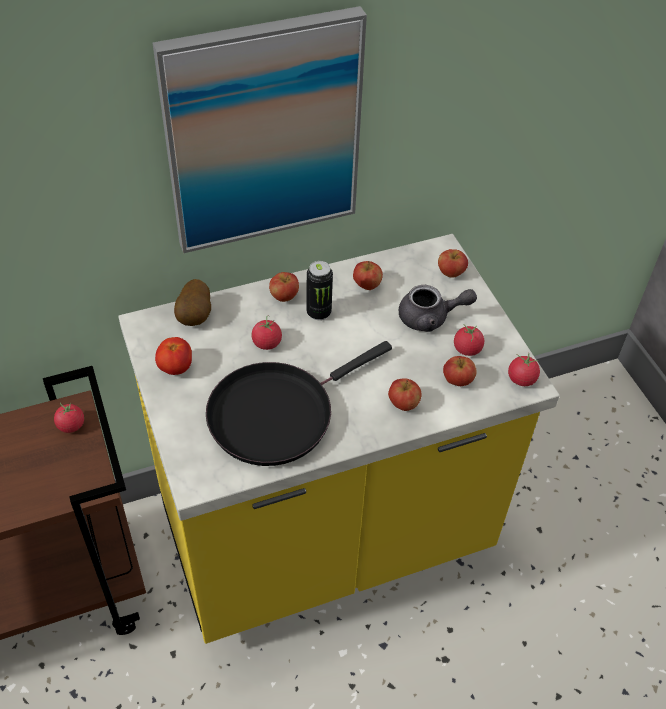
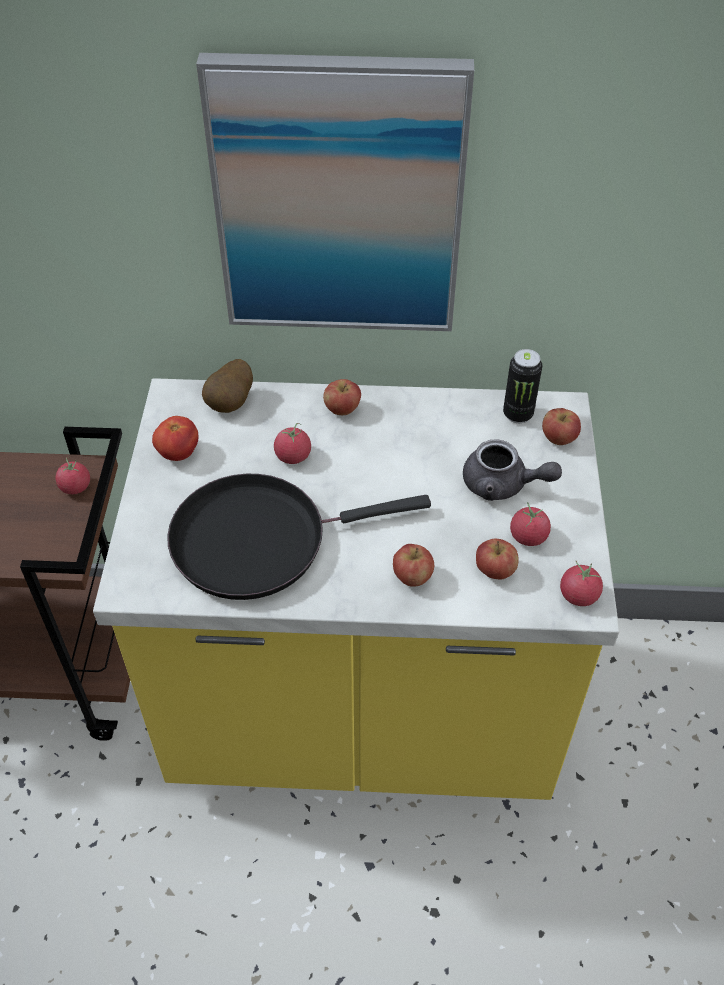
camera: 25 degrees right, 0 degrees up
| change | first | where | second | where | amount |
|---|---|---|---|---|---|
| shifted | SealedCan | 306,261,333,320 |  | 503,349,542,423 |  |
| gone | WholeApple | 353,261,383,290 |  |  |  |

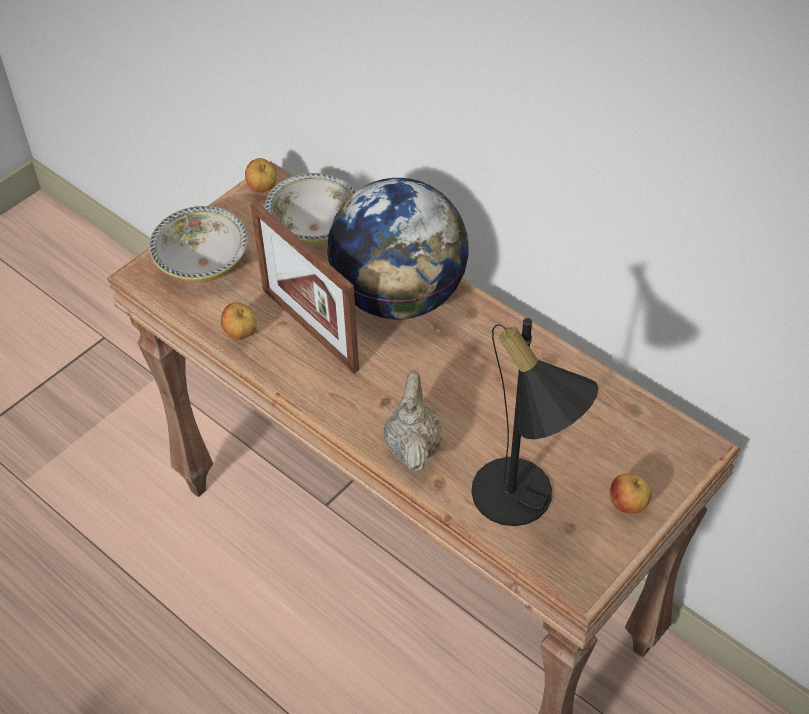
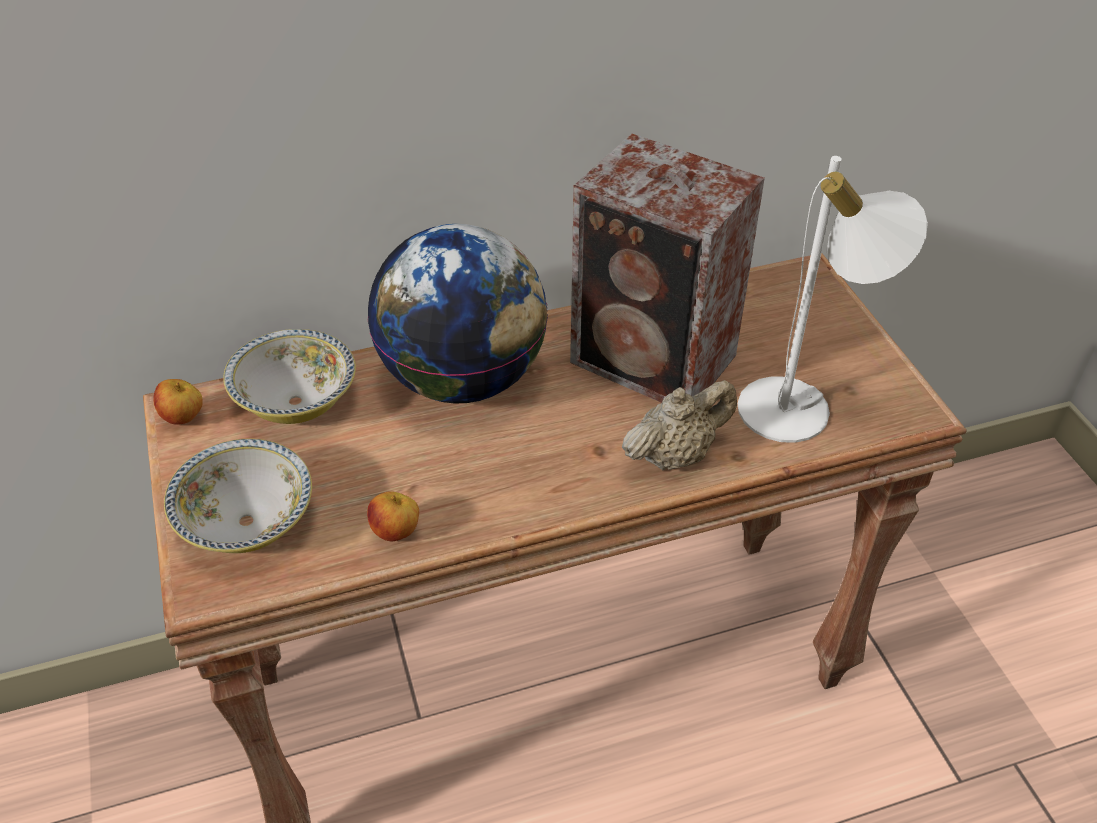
camera: 60 degrees left, 5 degrees down
| change | first | where | second | where | amount |
|---|---|---|---|---|---|
| new |  |  | Speaker | 570,133,765,403 |  |
| rotated | BeigeTeapot | 384,371,442,472 |  | 622,380,737,470 | 120 degrees clockwise |
| repainted | BlackLampForATable | 471,318,598,526 | WhiteColouredLampForATable | 738,156,928,443 |  |
| gone | StandingFrame | 250,201,359,374 |  |  |  |
| gone | WholeApple | 610,473,652,513 |  |  |  |

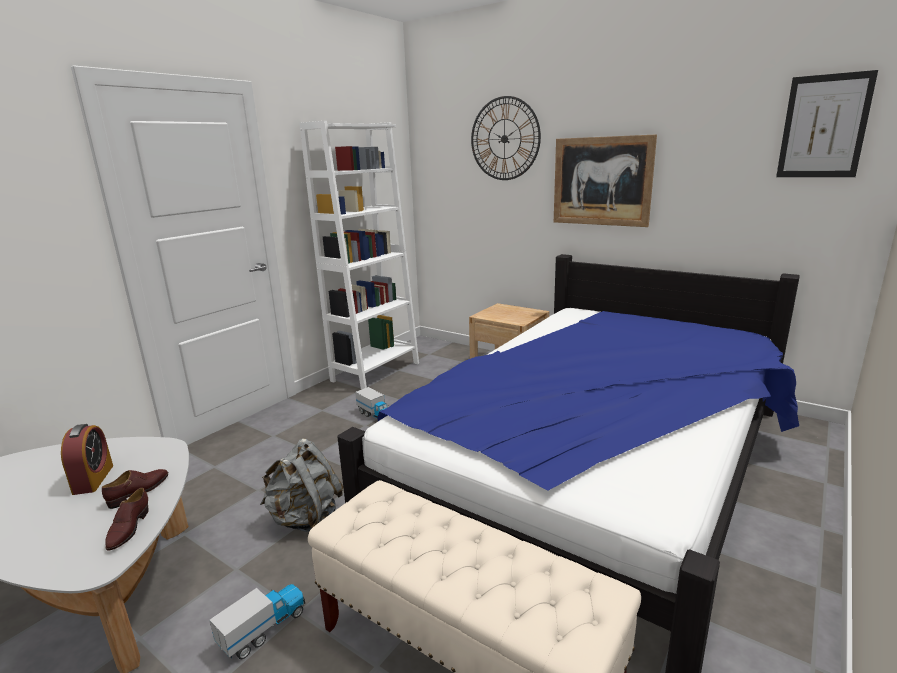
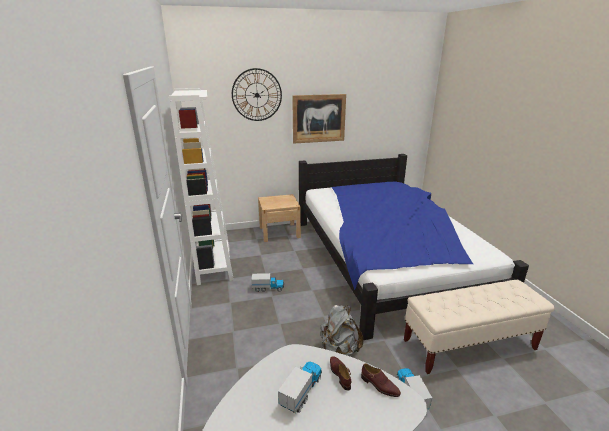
camera: 50 degrees left, 5 degrees up
| change | first | where | second | where | amount |
|---|---|---|---|---|---|
| swapped | AlarmClock | 61,424,113,495 | ToyTruck | 278,362,322,413 |  |
| gone | WallArt | 776,70,878,177 |  |  |  |

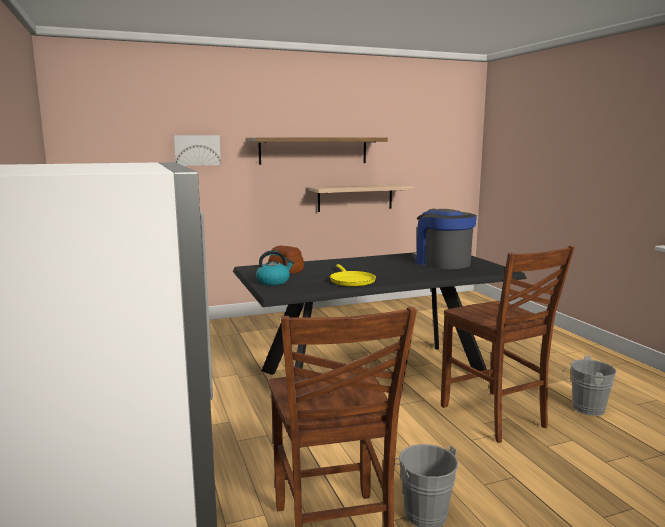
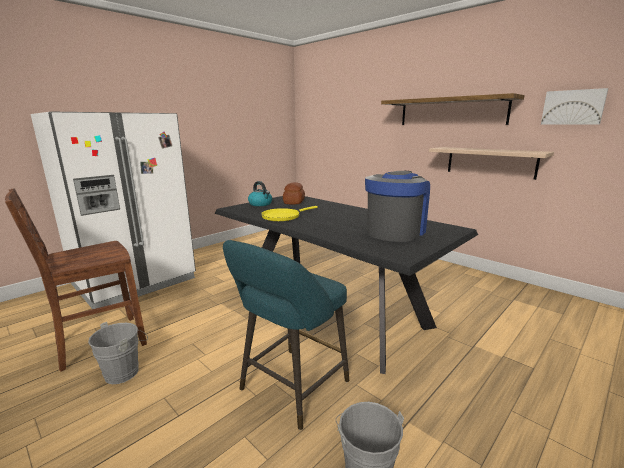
camera: 65 degrees right, 5 degrees up
| change | first | where | second | where | amount |
|---|---|---|---|---|---|
| swapped | BrownishChair | 441,246,575,443 | TurquoiseStool | 223,240,349,430 |  |
| shifted | WallArt | 174,135,221,166 |  | 541,88,608,125 |  |

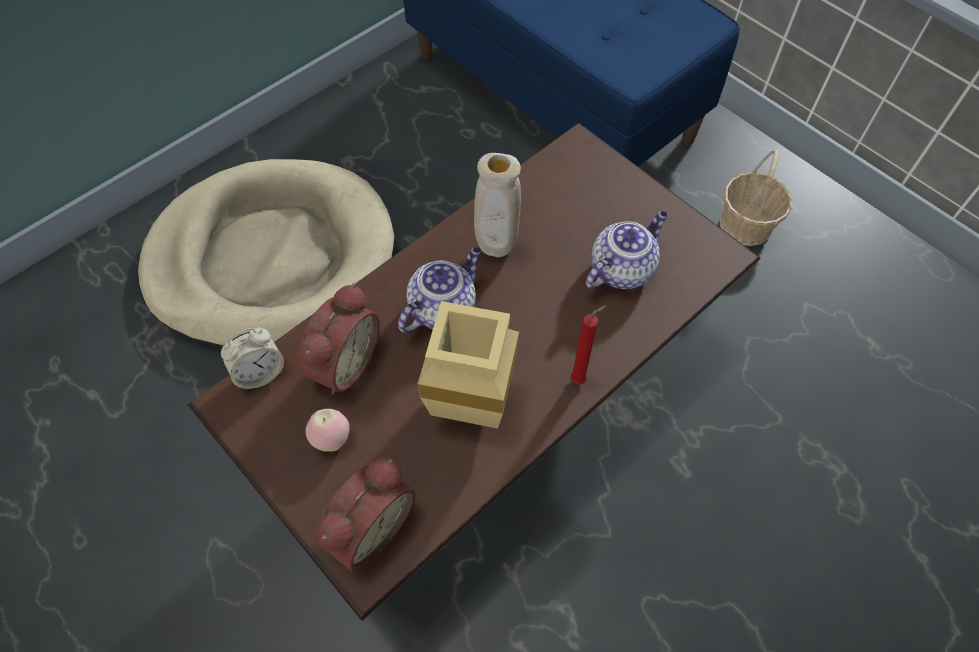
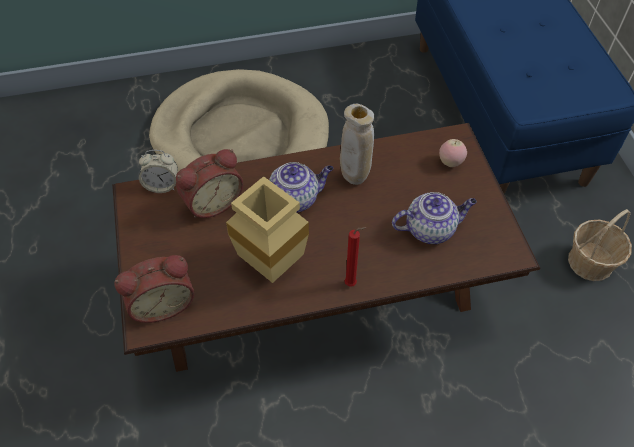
camera: 30 degrees right, 5 degrees down
| change | first | where | second | where | amount |
|---|---|---|---|---|---|
| shifted | WholeApple | 306,409,349,452 |  | 439,139,467,167 |  |

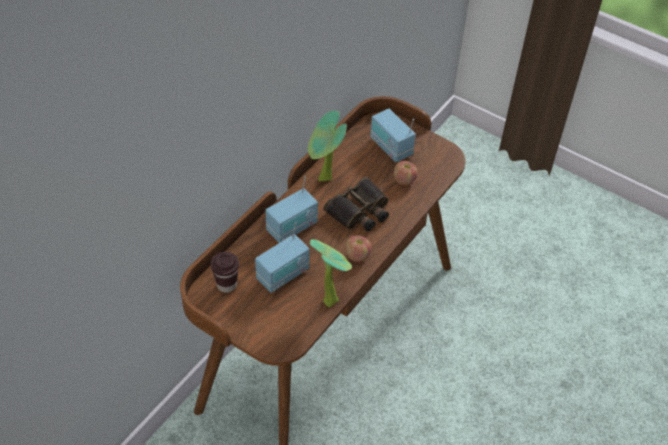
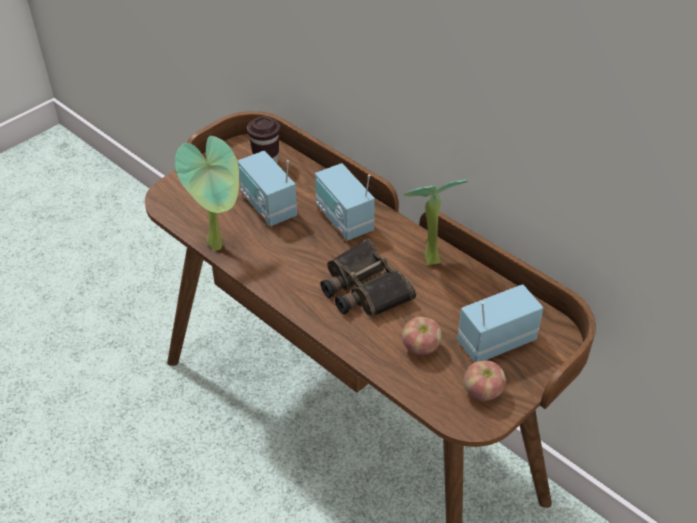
camera: 100 degrees right, 5 degrees down
| change | first | where | second | where | amount |
|---|---|---|---|---|---|
| shifted | WholeApple | 345,235,371,262 |  | 464,360,506,401 |  |

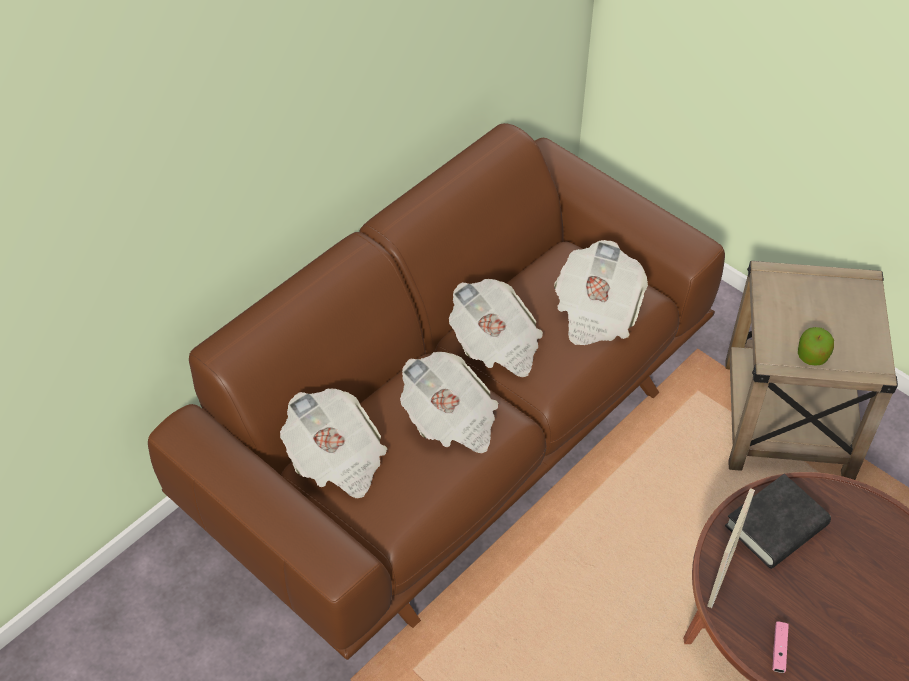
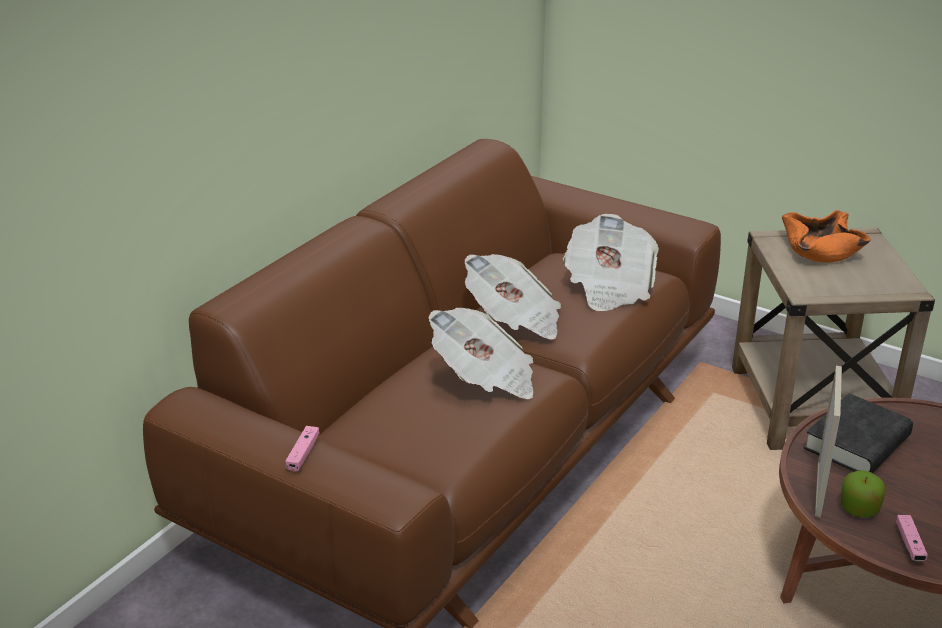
camera: 10 degrees left, 20 degrees down
| change | first | where | second | where | amount |
|---|---|---|---|---|---|
| new |  |  | PinkColouredGameController | 285,426,320,472 |  |
| new |  |  | OrangeBowl | 782,210,871,262 |  |
| shifted | WholeApple | 798,327,834,366 |  | 841,470,886,517 |  |
| gone | Newspaper | 280,388,387,499 |  |  |  |

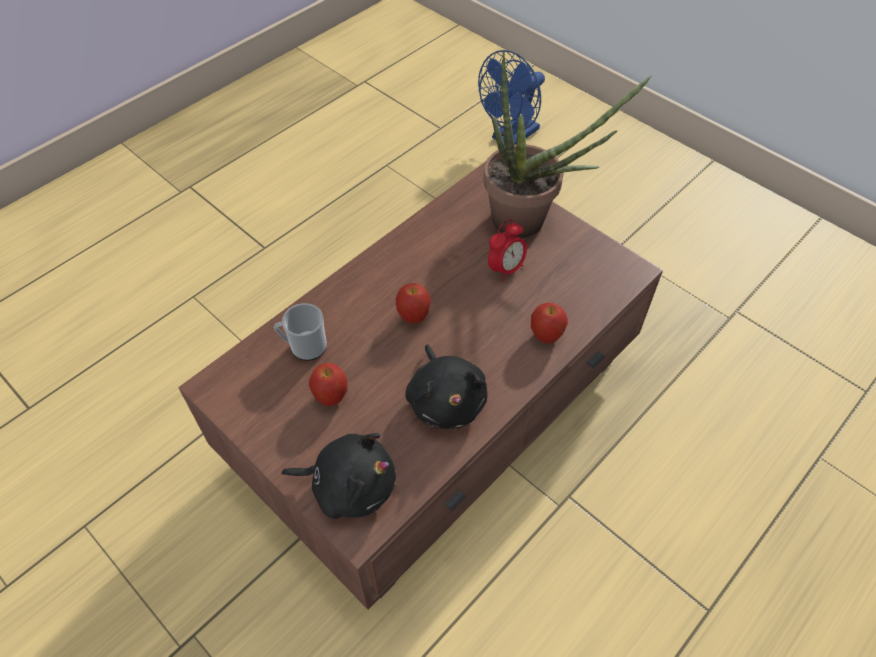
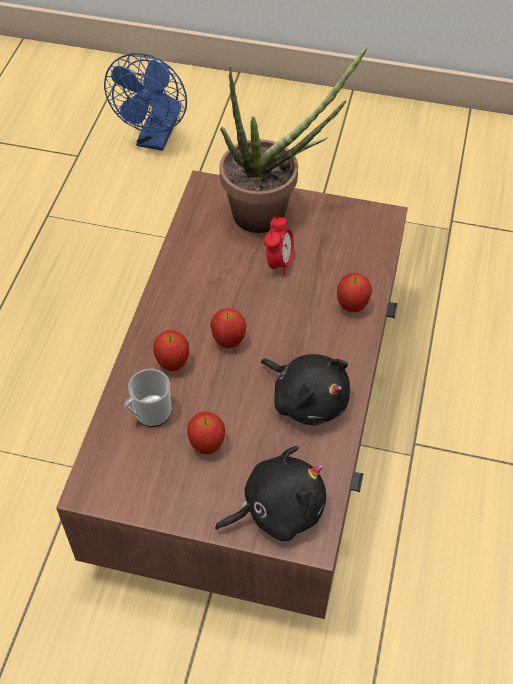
camera: 30 degrees left, 0 degrees up
| change | first | where | second | where | amount |
|---|---|---|---|---|---|
| new |  |  | WholeApple | 153,330,189,371 |  |

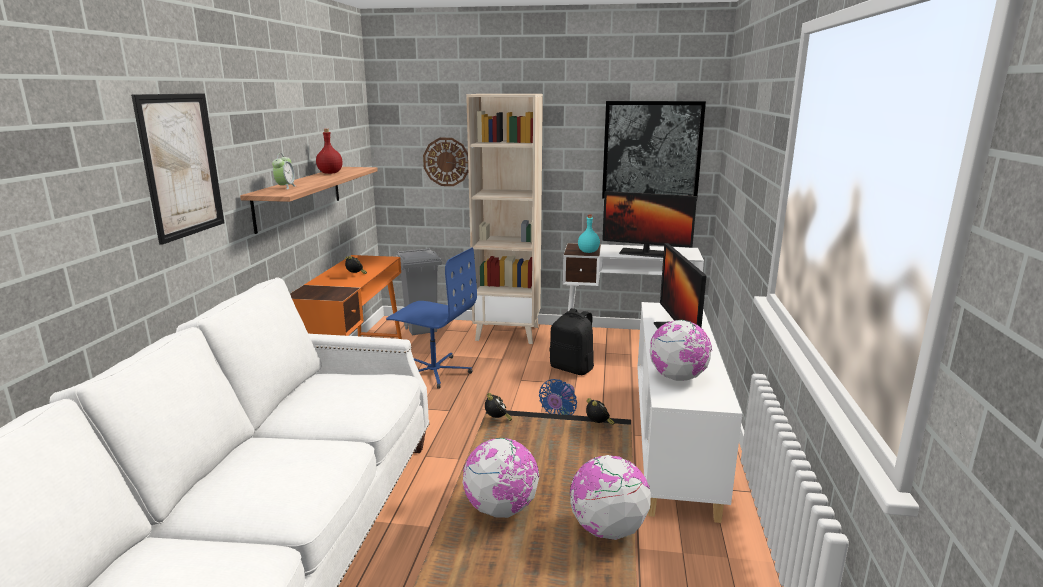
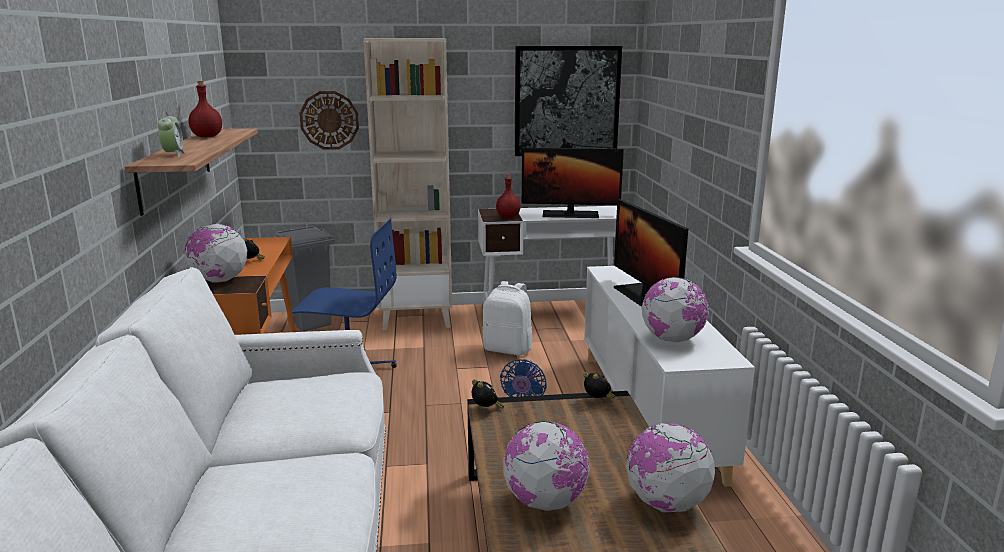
camera: 15 degrees left, 0 degrees up
| change | first | where | second | where | amount |
|---|---|---|---|---|---|
| new |  |  | Globe | 185,224,247,282 |  |
| repainted | BlackRucksack | 549,308,594,375 | WhiteColouredRucksack | 482,281,532,356 |  |
| repainted | TurquoiseDrinkBottle | 578,215,600,253 | RedDrinkBottle | 496,175,521,218 |  |
| gone | WallArt | 131,93,225,245 |  |  |  |

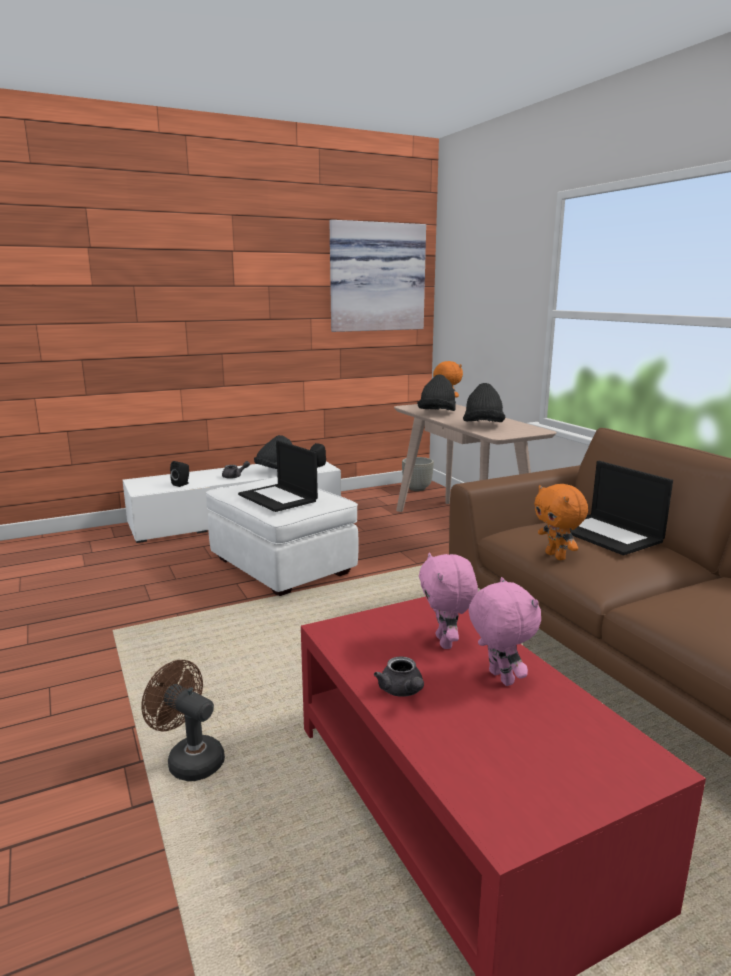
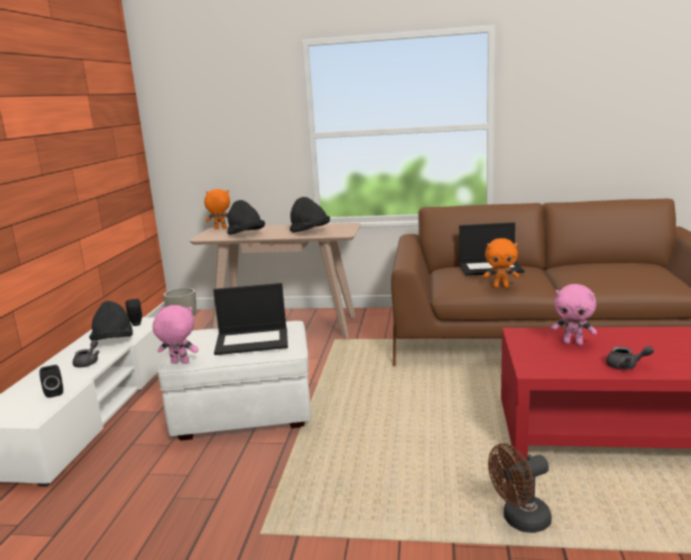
camera: 55 degrees left, 0 degrees up
| change | first | where | second | where | amount |
|---|---|---|---|---|---|
| shifted | PinkColouredSoftToy | 469,577,541,686 |  | 153,305,199,364 |  |
| gone | WallArt | 329,220,426,332 |  |  |  |

